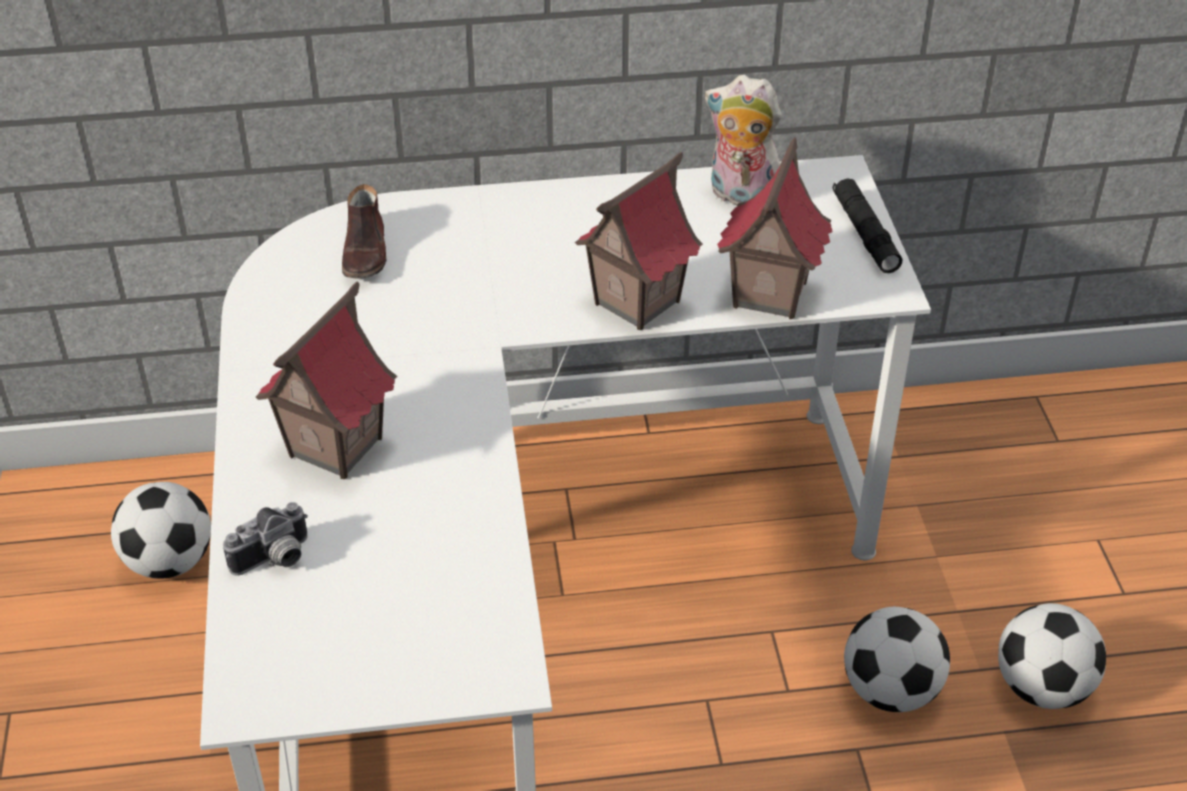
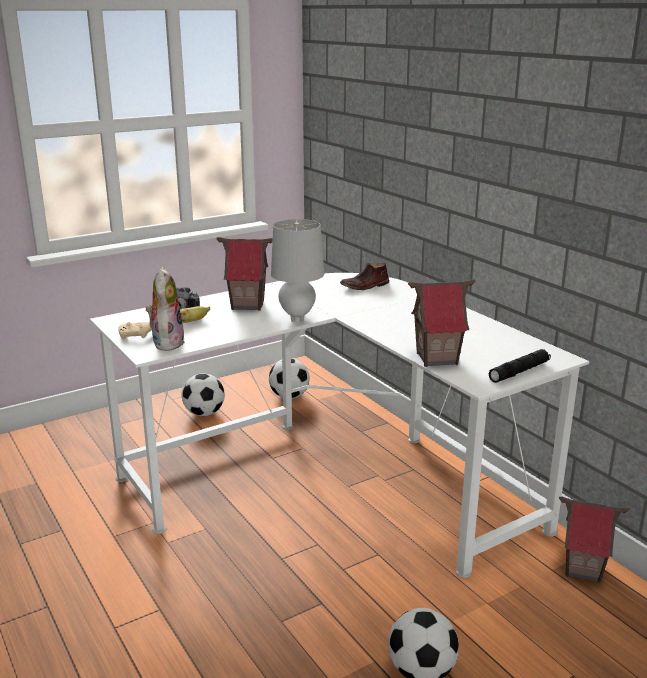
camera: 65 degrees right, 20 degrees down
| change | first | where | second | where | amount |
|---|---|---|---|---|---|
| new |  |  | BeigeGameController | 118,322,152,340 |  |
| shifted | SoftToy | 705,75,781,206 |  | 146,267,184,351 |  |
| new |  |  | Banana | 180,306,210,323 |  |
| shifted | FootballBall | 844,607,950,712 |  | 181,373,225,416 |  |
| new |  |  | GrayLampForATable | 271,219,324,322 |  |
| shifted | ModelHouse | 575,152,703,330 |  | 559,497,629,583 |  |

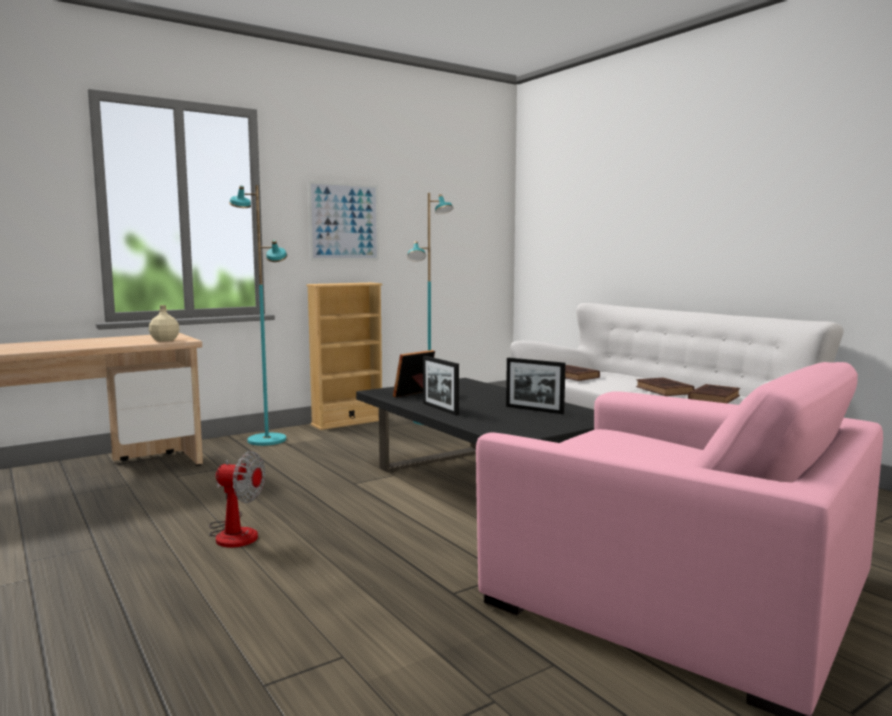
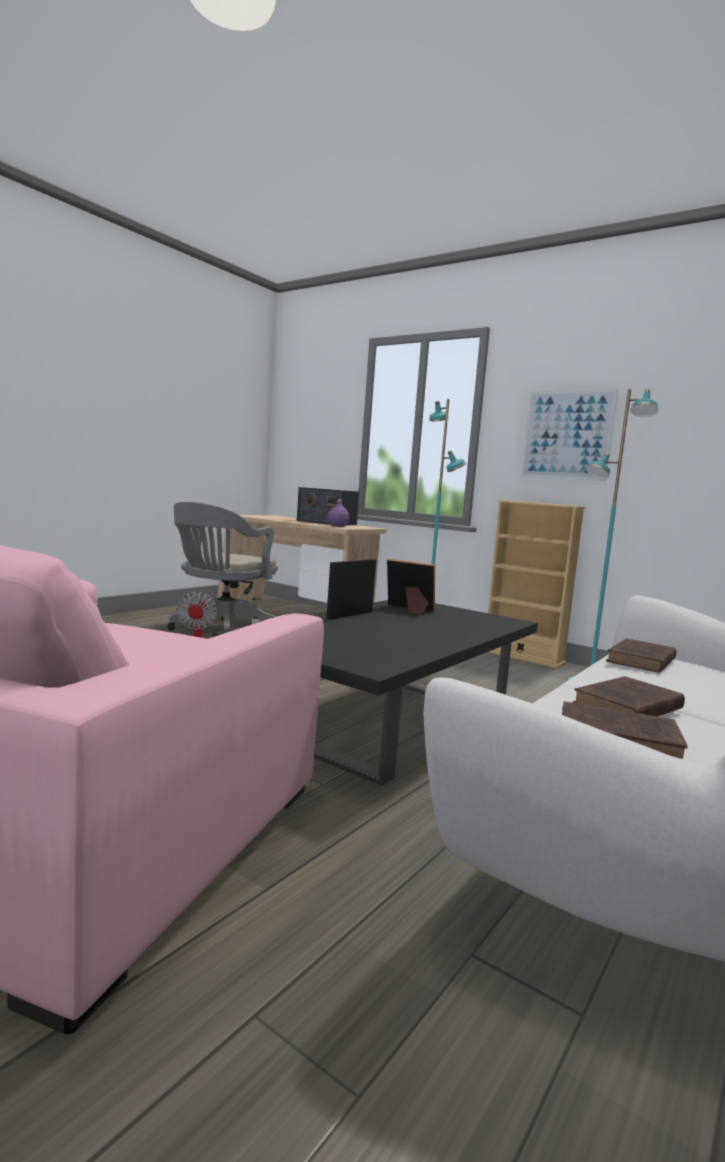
camera: 70 degrees right, 0 degrees up
| change | first | where | second | where | amount |
|---|---|---|---|---|---|
| new |  |  | GrayComputerChair | 167,502,278,631 |  |
| new |  |  | RadioSet | 297,487,359,526 |  |
| repainted | BeigeDrinkBottle | 149,305,180,341 | PurpleColouredDrinkBottle | 328,499,349,527 |  |
| gone | StandingFrame | 506,358,566,414 |  |  |  |

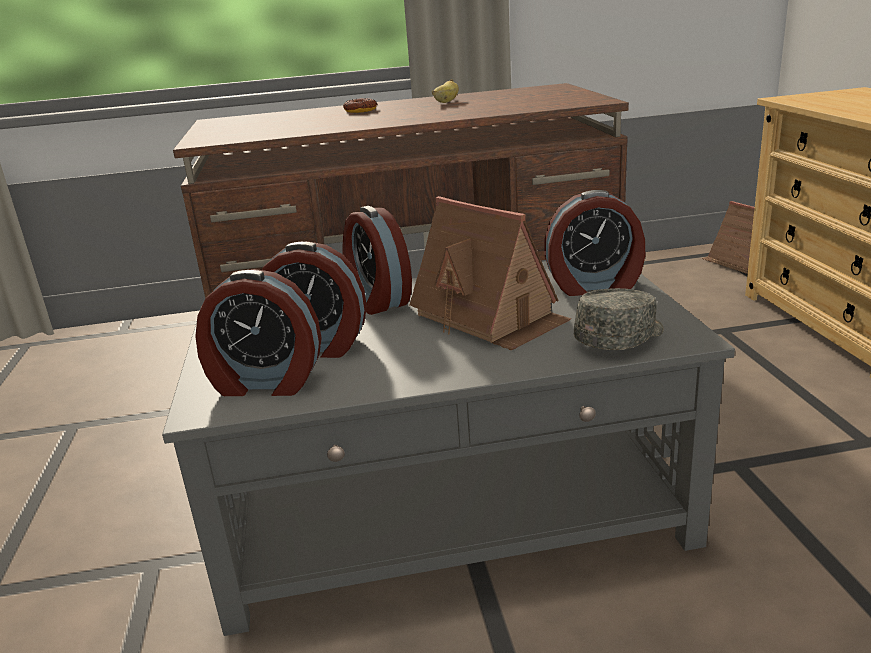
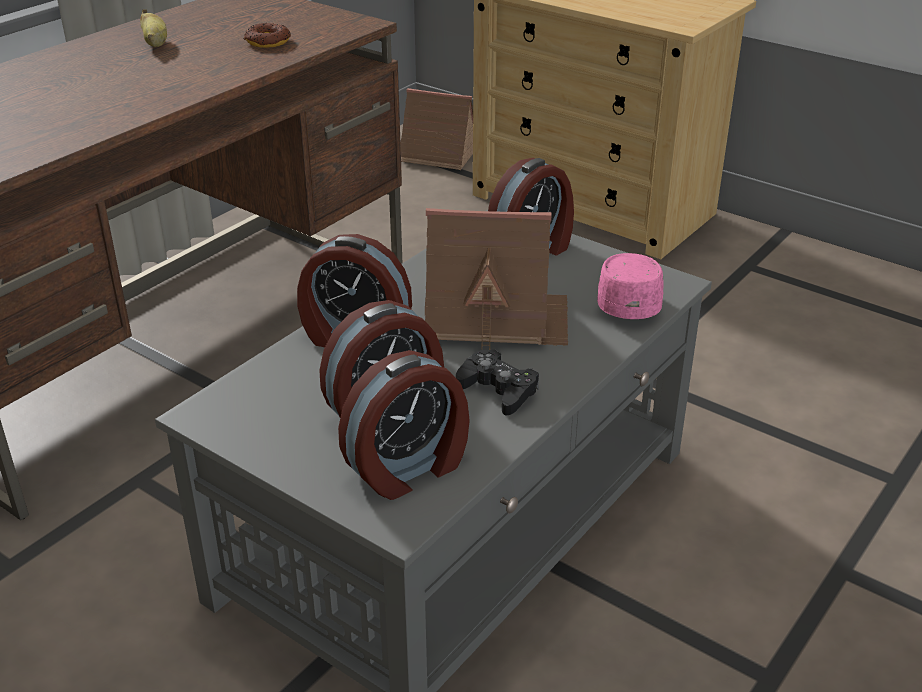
camera: 45 degrees left, 10 degrees up
| change | first | where | second | where | amount |
|---|---|---|---|---|---|
| shifted | Donut | 343,98,378,113 |  | 244,23,291,48 |  |
| new |  |  | BlackGameController | 456,349,539,416 |  |
| repainted | GrayPeakedCap | 574,288,664,350 | PinkColouredPeakedCap | 597,253,664,319 |  |

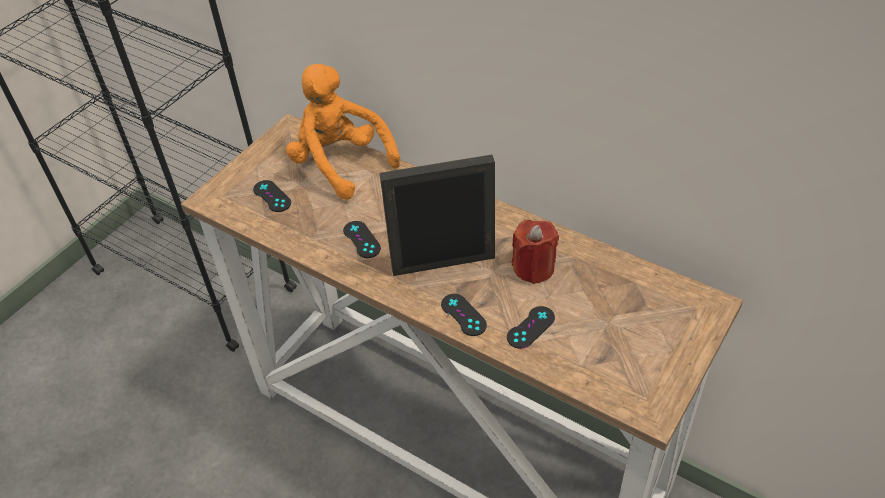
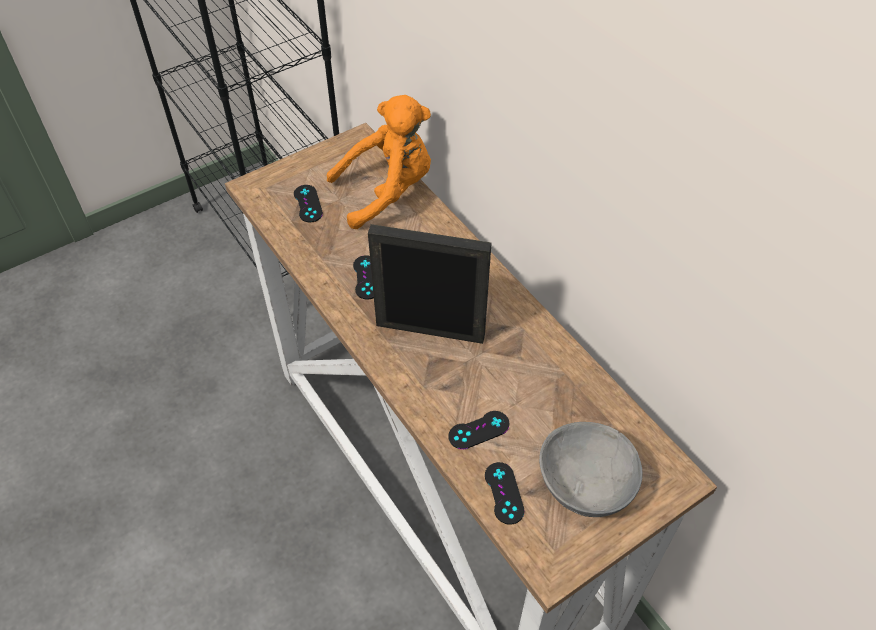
camera: 20 degrees right, 5 degrees up
| change | first | where | second | where | amount |
|---|---|---|---|---|---|
| rotated | OrangeSoftToy | 286,64,400,200 |  | 327,95,431,229 | 90 degrees clockwise |
| shifted | BlackGameController | 441,294,487,336 |  | 485,462,525,525 |  |
| new |  |  | GrayBowl | 539,422,643,517 |  |
| gone | RedCandle | 512,220,559,284 |  |  |  |

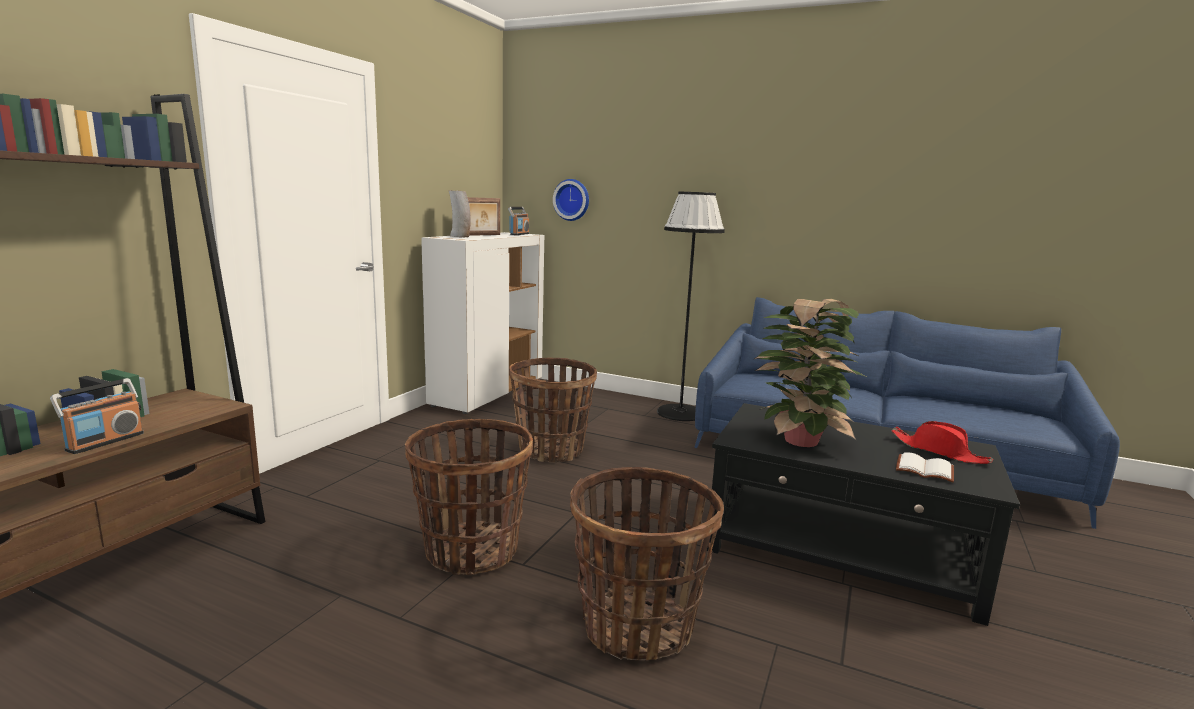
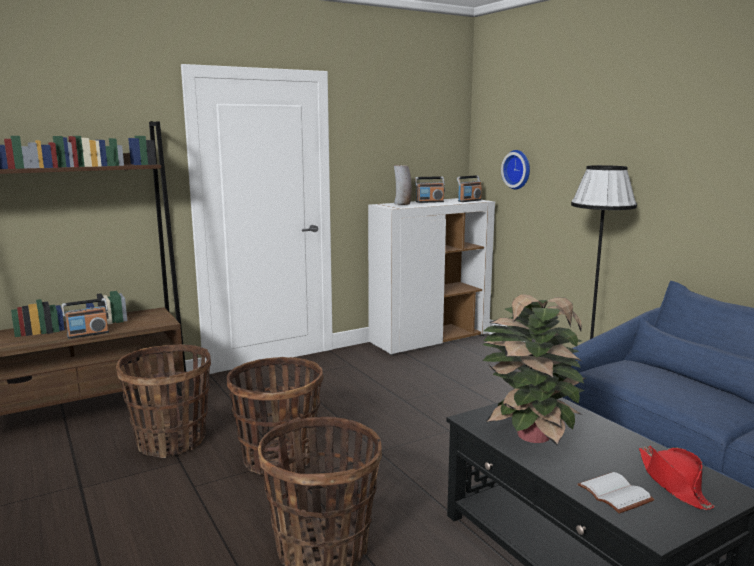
camera: 35 degrees right, 0 degrees up
| change | first | where | second | where | amount |
|---|---|---|---|---|---|
| shifted | HouseholdBasket | 509,358,597,462 |  | 116,345,211,458 |  |
| swapped | StandingFrame | 467,197,500,236 | RadioSet | 415,176,445,203 |  |

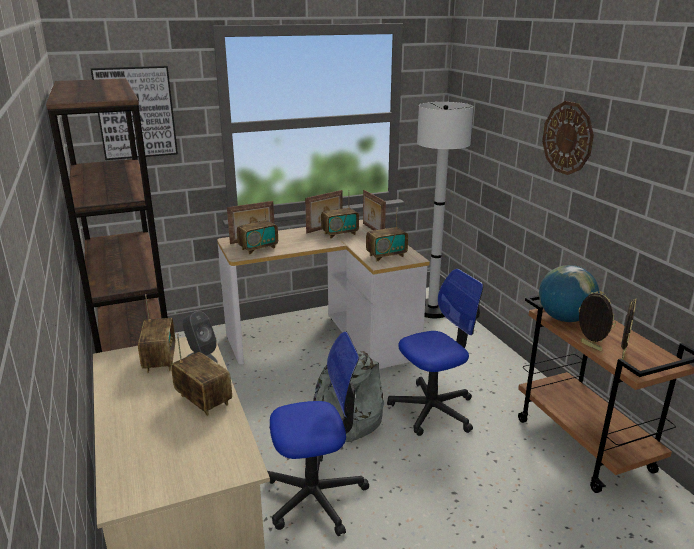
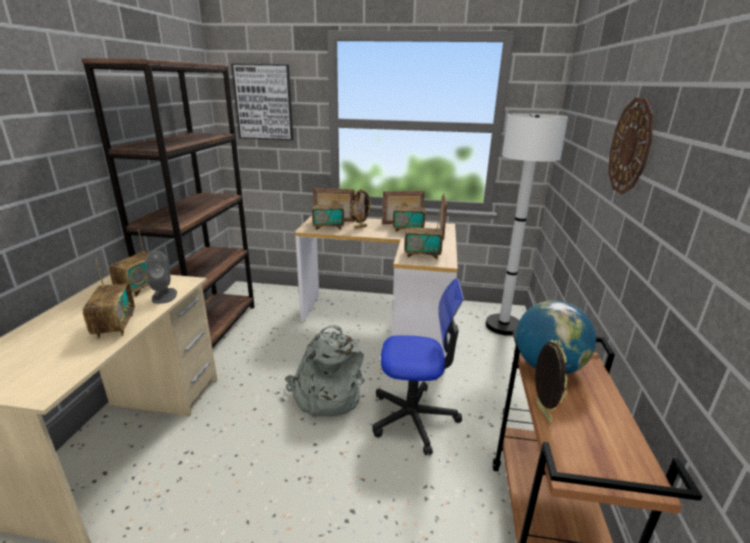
camera: 30 degrees right, 0 degrees up
| change | first | where | second | where | amount |
|---|---|---|---|---|---|
| shifted | StandingFrame | 621,298,637,360 |  | 349,189,372,229 |  |
| gone | ComputerChair | 267,332,369,536 |  |  |  |

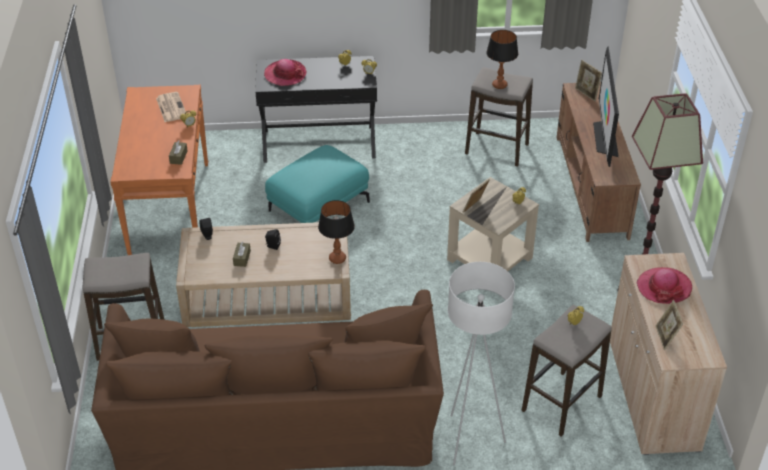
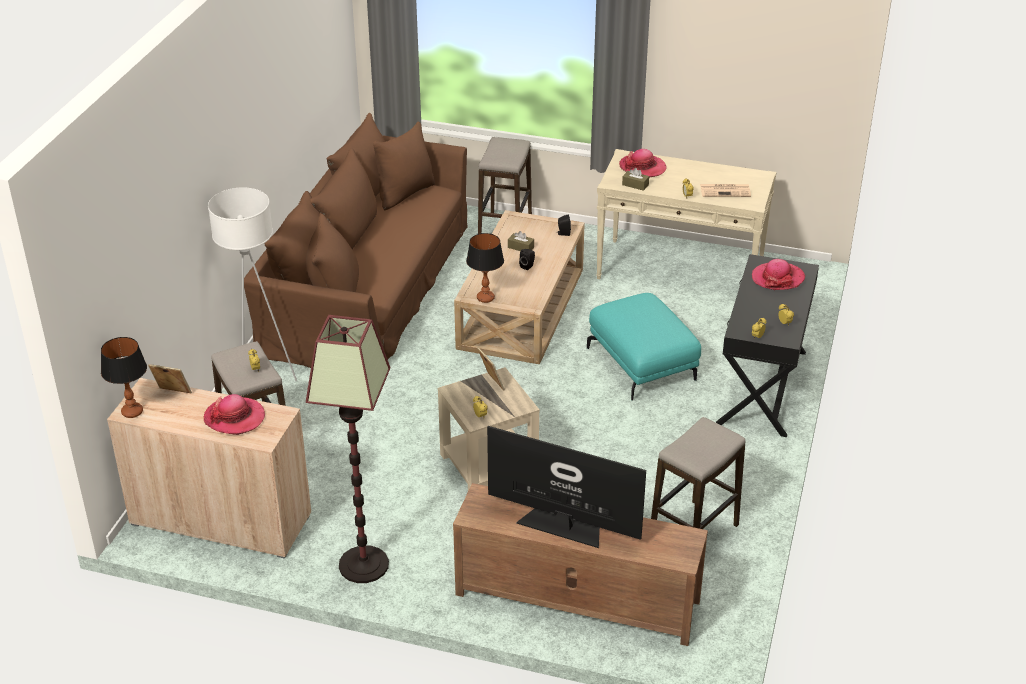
camera: 110 degrees right, 5 degrees down
| change | first | where | second | where | amount |
|---|---|---|---|---|---|
| shifted | LampForATable | 486,30,518,89 |  | 101,337,147,418 |  |
| repainted | OrangeConsoleTable | 110,85,208,255 | BeigeConsoleTable | 596,149,776,279 |  |
| new |  |  | WearableHat | 619,149,667,178 |  |
| gone | StandingFrame | 575,60,602,101 |  |  |  |

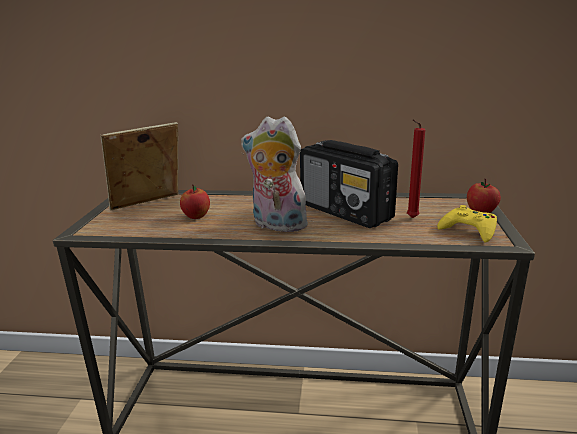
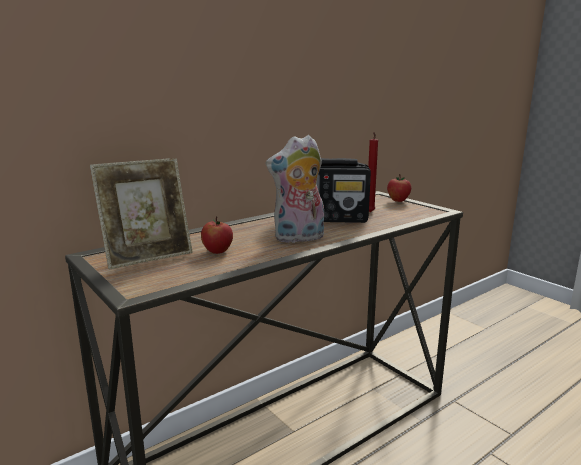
camera: 45 degrees left, 5 degrees down
| change | first | where | second | where | amount |
|---|---|---|---|---|---|
| rotated | StandingFrame | 100,122,179,210 |  | 90,158,193,270 | 135 degrees counterclockwise |
| gone | YellowGameController | 437,205,497,243 |  |  |  |

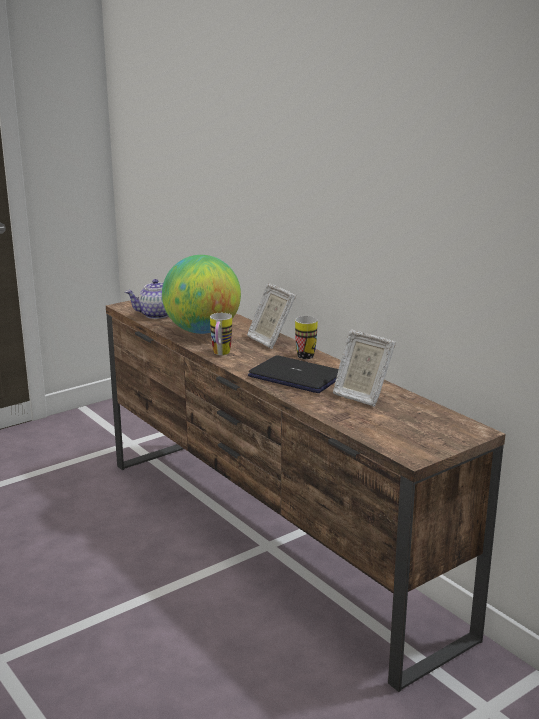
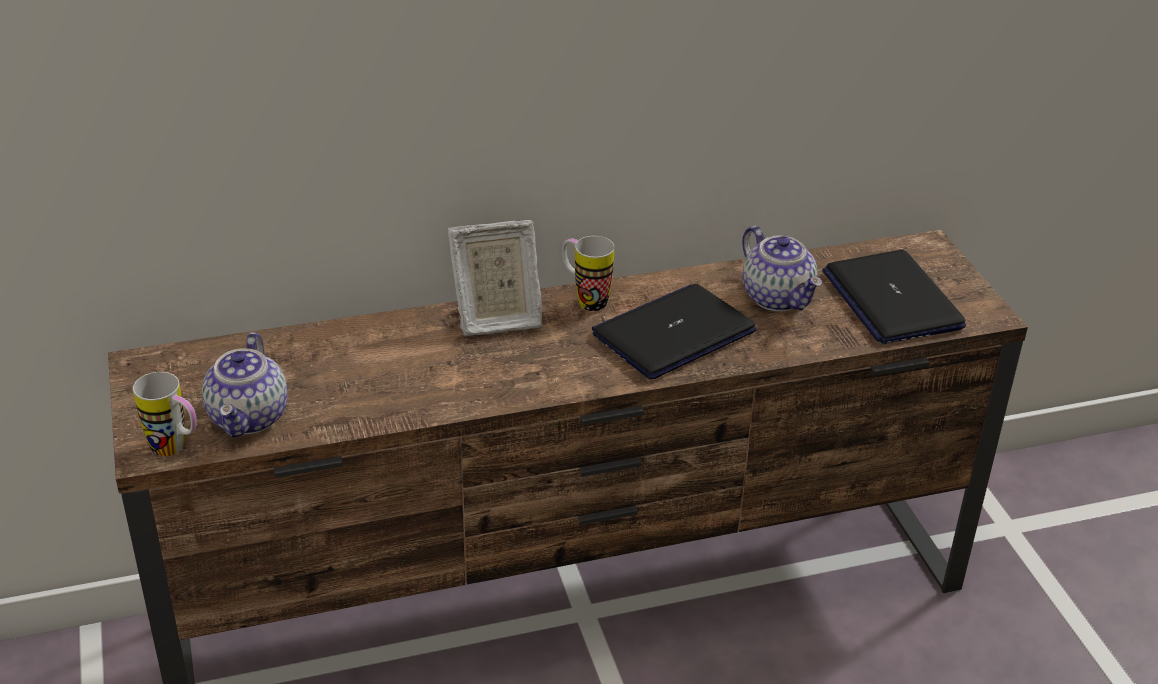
camera: 70 degrees left, 15 degrees up
| change | first | where | second | where | amount |
|---|---|---|---|---|---|
| shifted | TeaMug | 210,313,232,355 |  | 133,372,197,457 |  |
| swapped | StandingFrame | 333,330,396,407 | Teapot | 742,226,822,312 |  |
| new |  |  | PortableComputer | 822,250,966,344 |  |
| gone | Globe | 162,255,241,334 |  |  |  |

